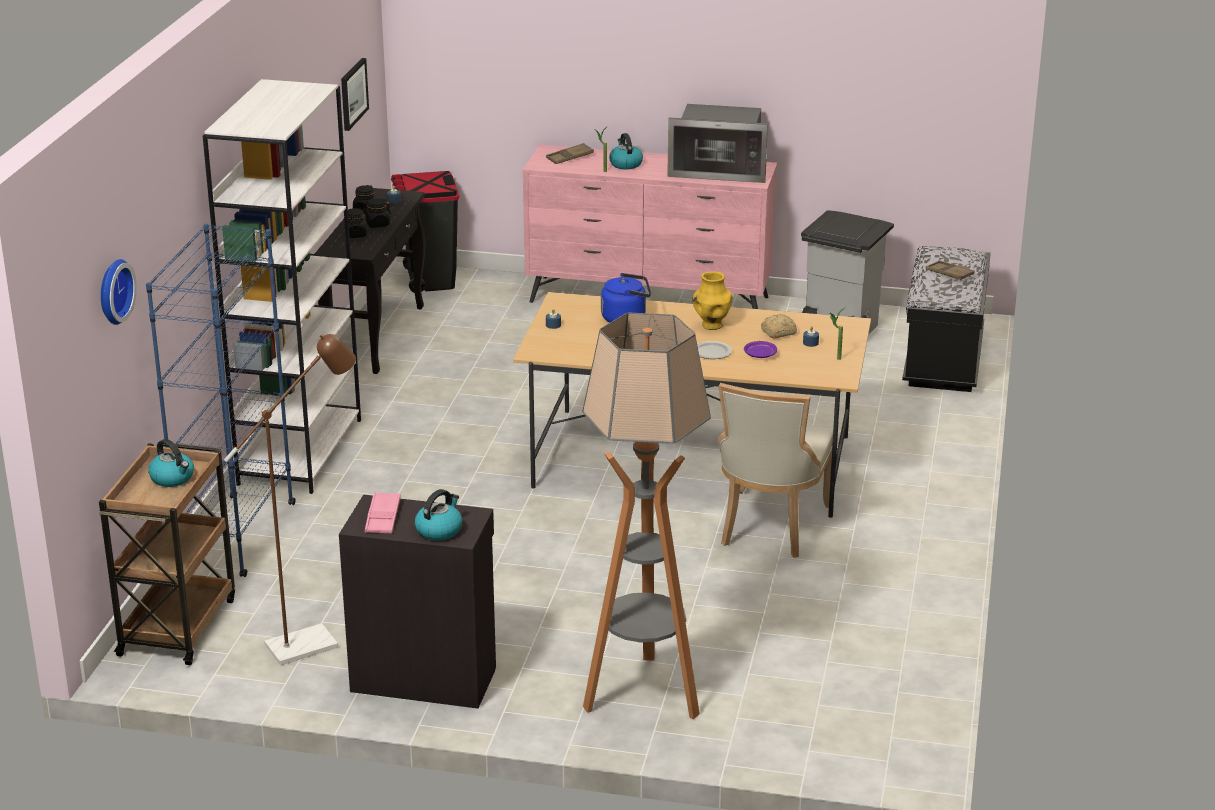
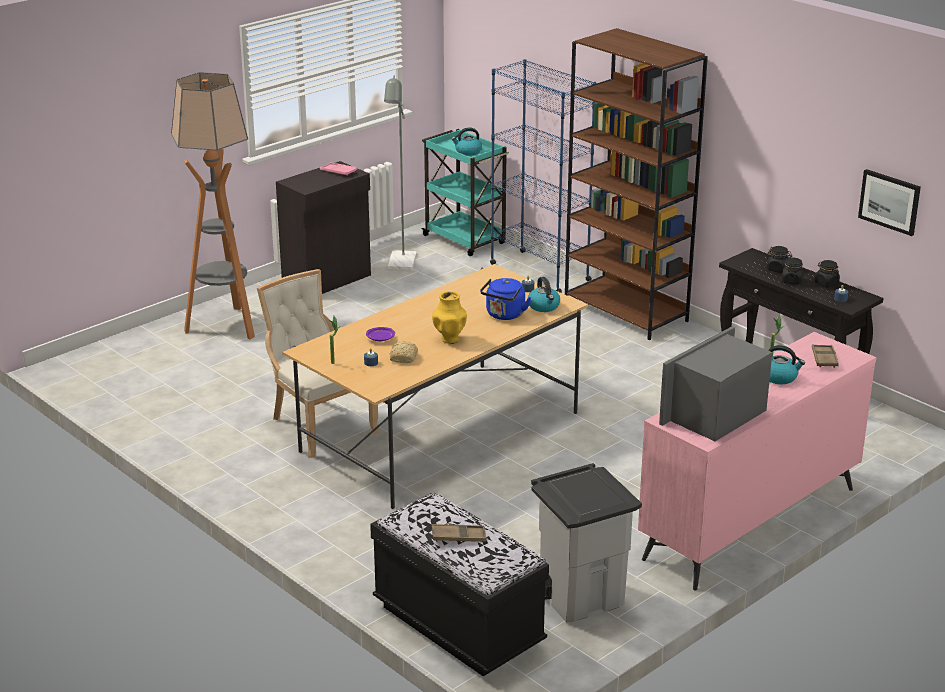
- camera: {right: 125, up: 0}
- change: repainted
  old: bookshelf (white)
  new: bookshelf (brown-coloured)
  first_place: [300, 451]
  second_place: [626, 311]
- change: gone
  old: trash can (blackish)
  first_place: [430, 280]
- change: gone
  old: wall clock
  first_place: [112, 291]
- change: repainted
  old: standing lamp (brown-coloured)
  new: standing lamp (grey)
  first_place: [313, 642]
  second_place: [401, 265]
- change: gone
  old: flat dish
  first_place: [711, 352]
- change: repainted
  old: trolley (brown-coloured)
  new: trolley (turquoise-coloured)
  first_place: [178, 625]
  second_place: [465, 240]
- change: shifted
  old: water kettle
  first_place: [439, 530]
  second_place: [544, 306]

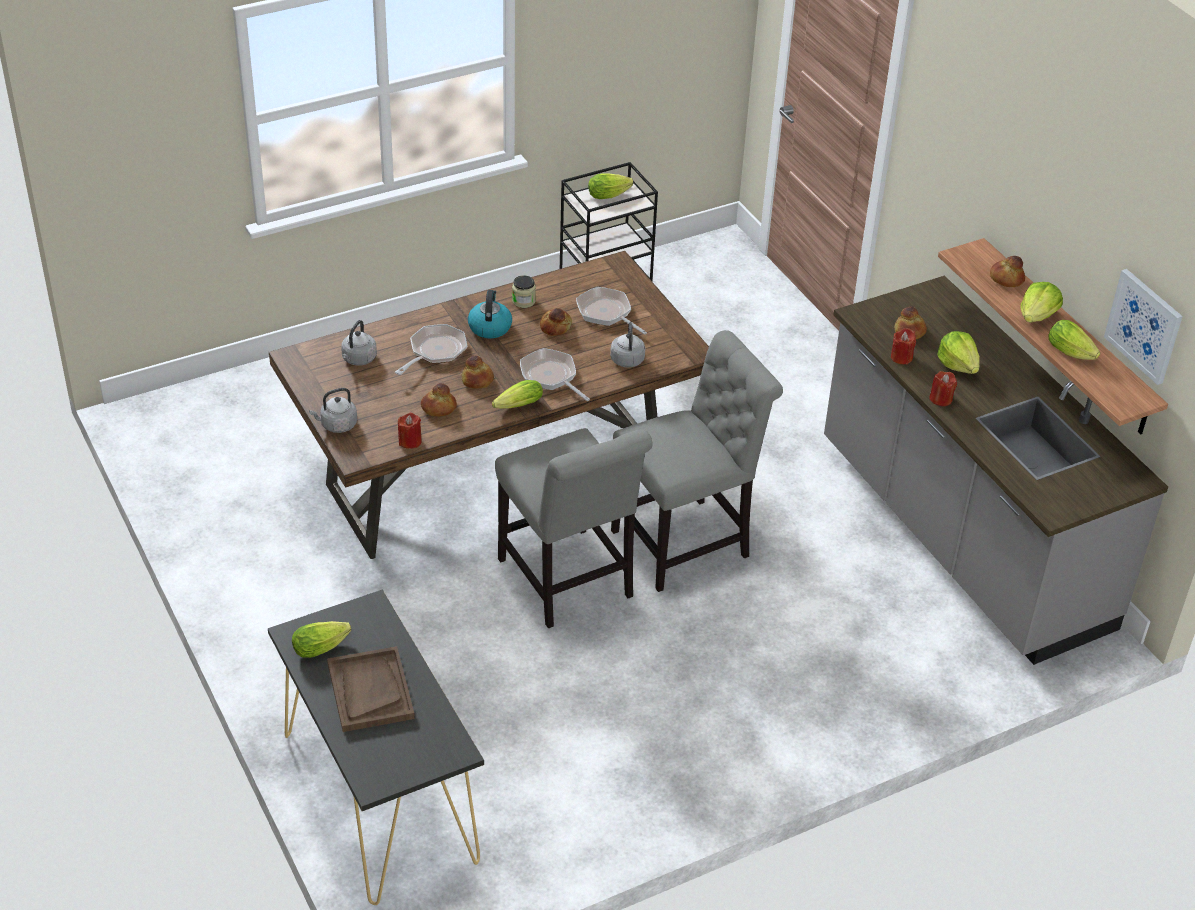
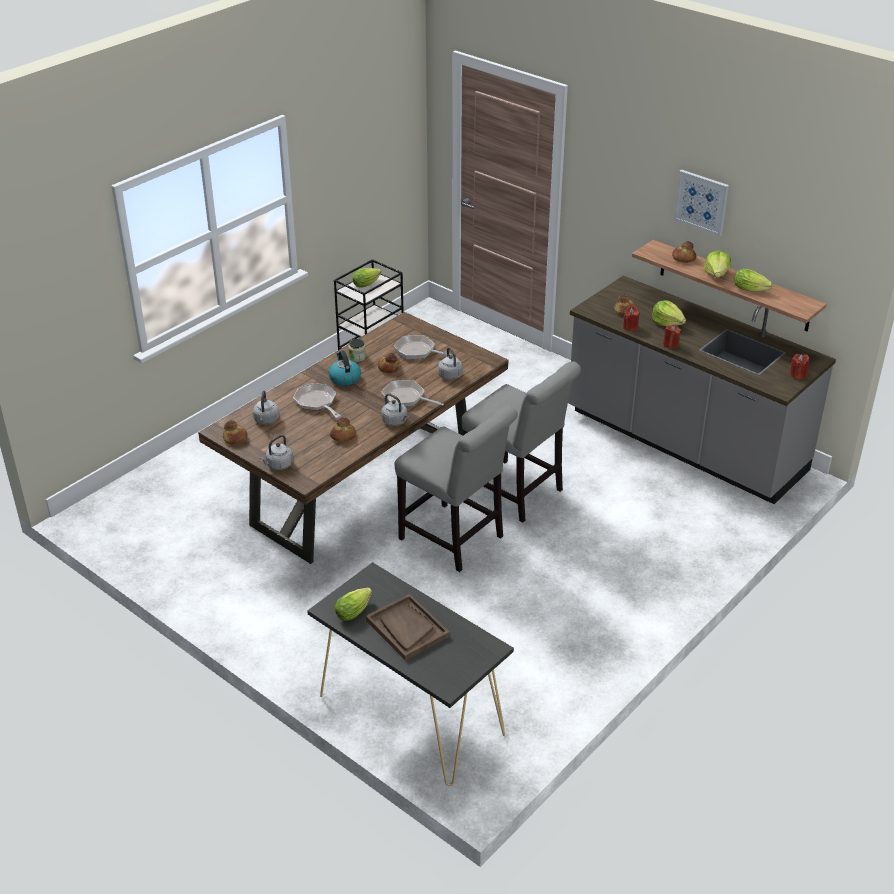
- camera: {right: -20, up: -5}
- change: shifted
  old: wall picture
  first_place: [1144, 326]
  second_place: [701, 202]
- change: rotated
  old: frying pan
  first_place: [435, 351]
  second_place: [317, 402]
  degrees: -45
- change: rotated
  old: upright chair (grey)
  first_place: [687, 542]
  second_place: [517, 493]
  degrees: 90
- change: shifted
  old: baked bread
  first_place: [477, 380]
  second_place: [235, 438]
- change: swapped
  old: lettuce head
  new: water kettle (grey)
  first_place: [516, 406]
  second_place: [395, 421]
- change: shifted
  old: wax light (red-coloured)
  first_place: [410, 441]
  second_place: [797, 374]

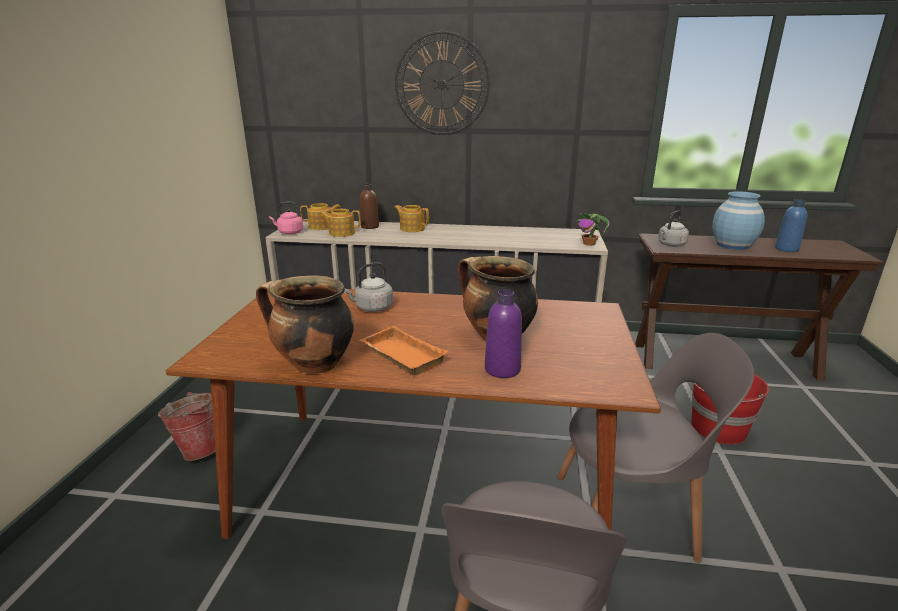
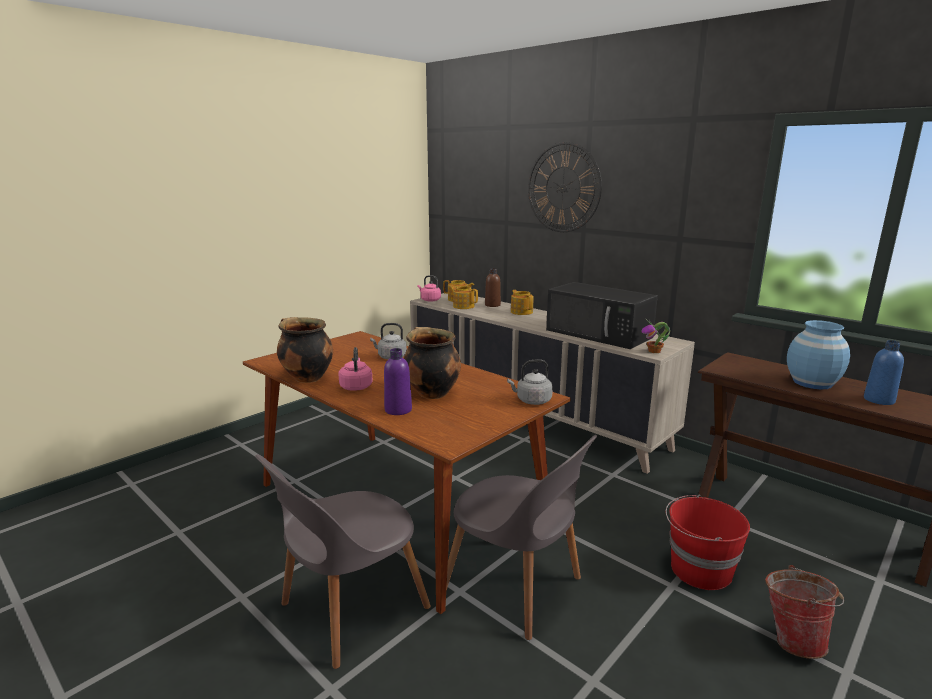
- camera: {right: 35, up: -5}
- change: shifted
  old: water kettle (grey)
  first_place: [670, 245]
  second_place: [532, 401]
- change: swapped
  old: tray (orange-coloured)
  new: water kettle (pink-coloured)
  first_place: [400, 356]
  second_place: [356, 386]
- change: shifted
  old: bucket
  first_place: [199, 449]
  second_place: [792, 639]
- change: new
  new: microwave (blackish)
  second_place: [600, 334]

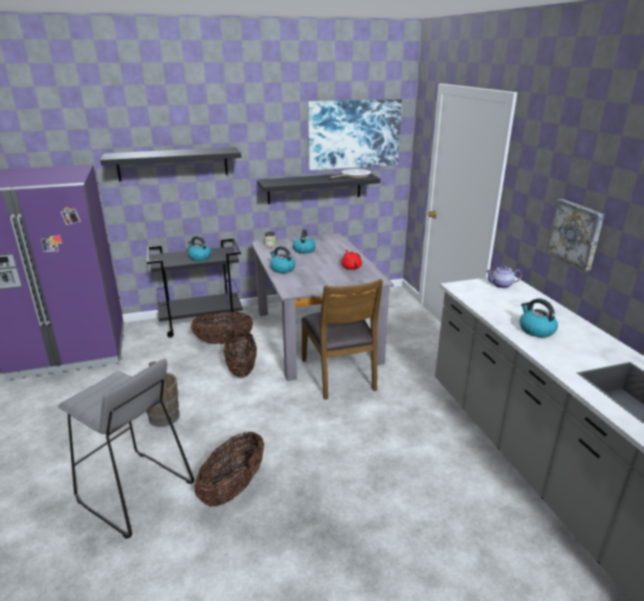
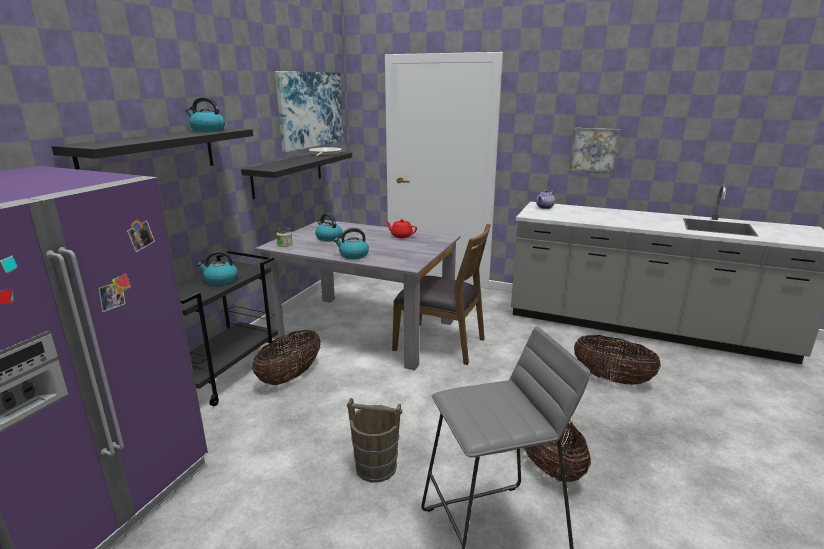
- camera: {right: -50, up: -5}
- change: shifted
  old: water kettle
  first_place: [536, 330]
  second_place: [207, 130]
- change: shifted
  old: storage basket
  first_place: [241, 369]
  second_place: [611, 379]

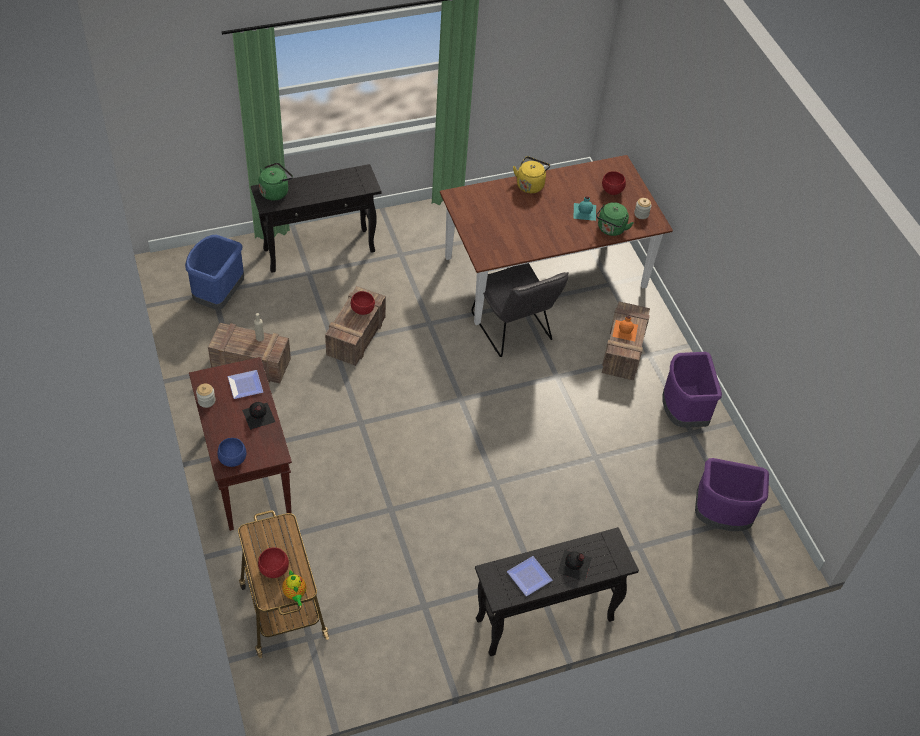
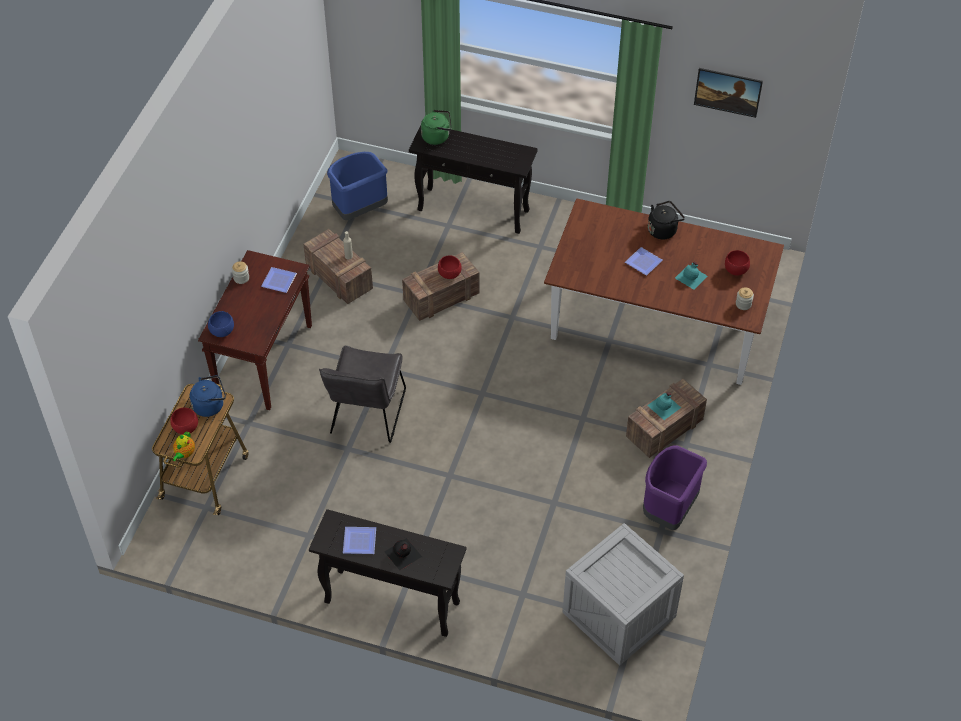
- camera: {right: 40, up: 0}
- change: repainted
  old: water kettle (yellowish)
  new: water kettle (blackish)
  first_place: [530, 184]
  second_place: [663, 230]
- change: gone
  old: water kettle (green)
  first_place: [611, 229]
- change: shifted
  old: upright chair (grey)
  first_place: [514, 330]
  second_place: [366, 416]
- change: repainted
  old: bottle (orange-coloured)
  new: bottle (turquoise-coloured)
  first_place: [625, 330]
  second_place: [664, 406]
- change: gone
  old: bottle (blackish)
  first_place: [258, 416]
- change: swapped
  old: trash can (purple-coloured)
  new: shipping crate
  first_place: [721, 518]
  second_place: [619, 614]
- change: new
  new: wall picture
  second_place: [726, 101]
- change: new
  new: flat dish
  second_place: [643, 263]
- change: new
  new: water kettle (blue)
  second_place: [210, 405]

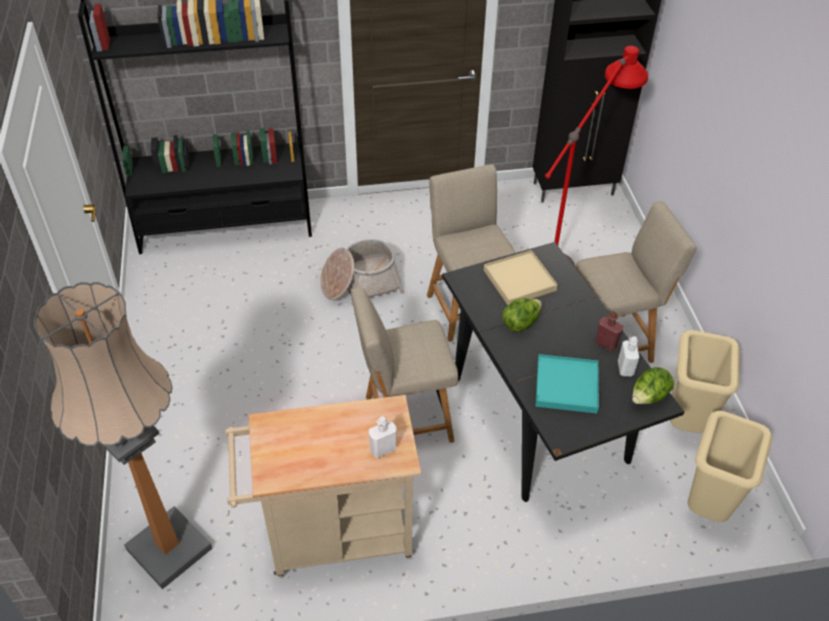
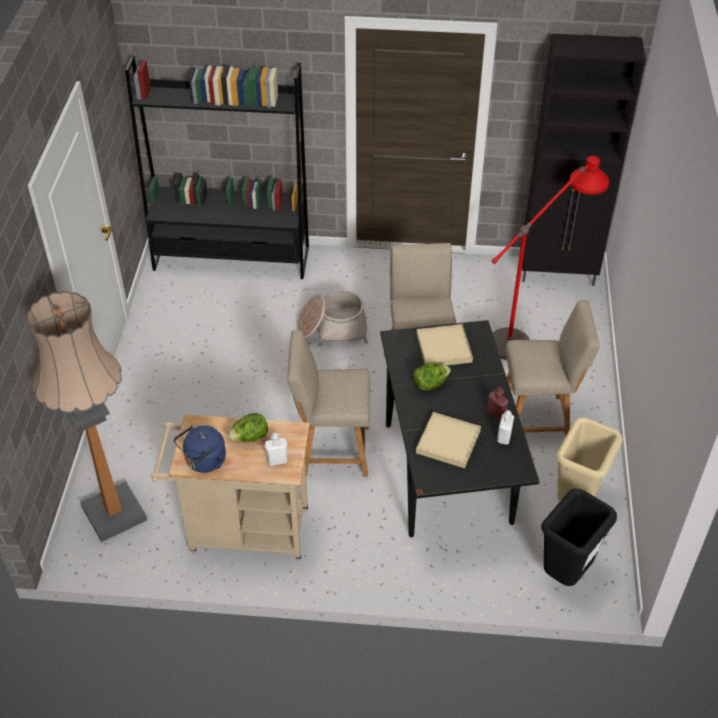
- camera: {right: 15, up: 0}
- change: repainted
  old: tray (turquoise-coloured)
  new: tray (beige-coloured)
  first_place: [566, 386]
  second_place: [448, 442]
- change: shifted
  old: lettuce head
  first_place: [648, 397]
  second_place: [249, 438]
- change: repainted
  old: trash can (beige-coloured)
  new: trash can (blackish)
  first_place: [706, 508]
  second_place: [565, 574]
- change: new
  new: water kettle (blue)
  second_place: [203, 462]

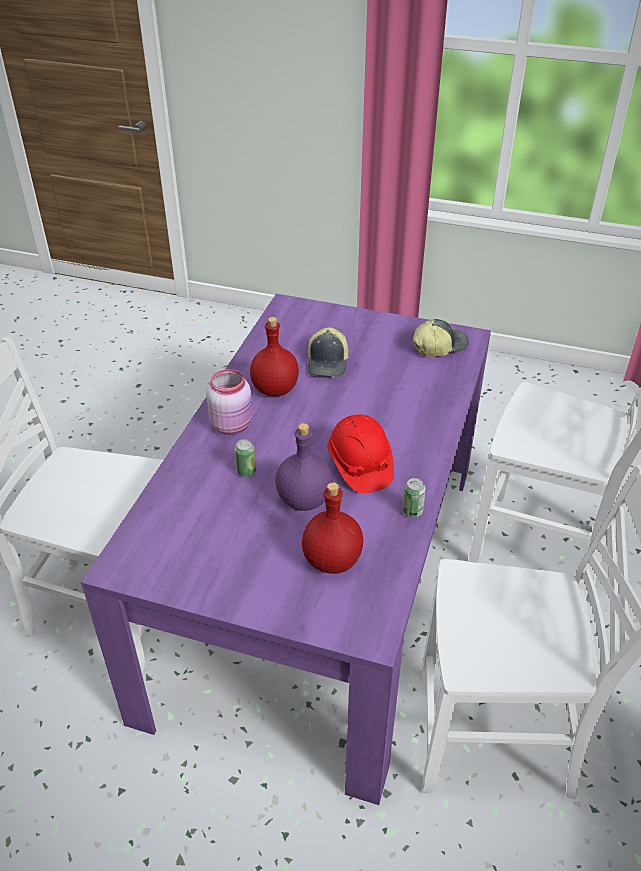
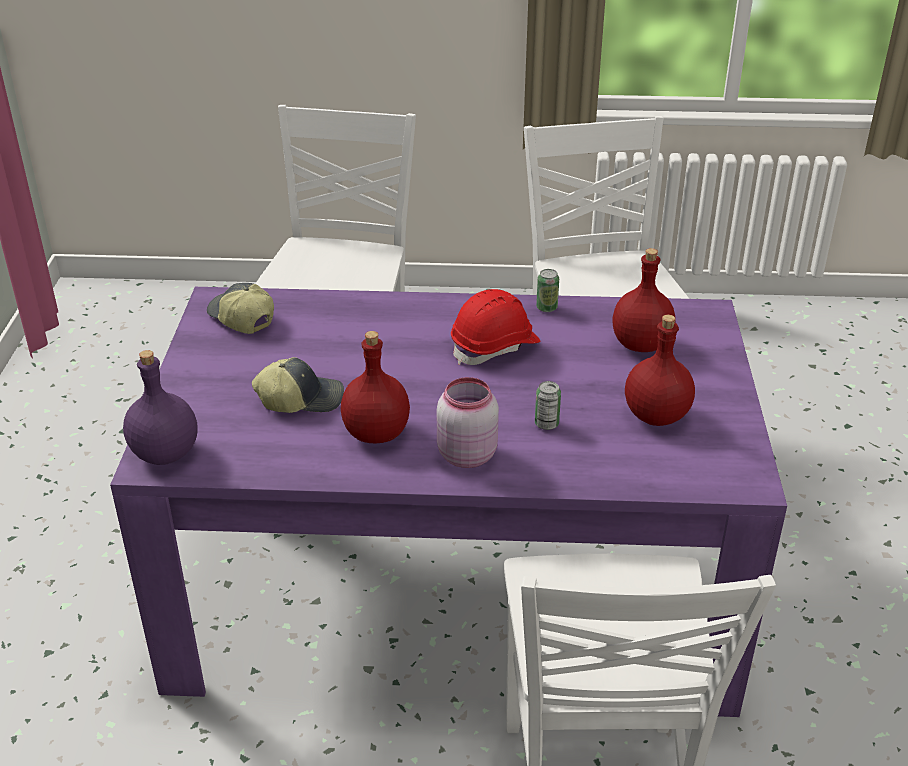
- camera: {right: -105, up: -5}
- change: shifted
  old: bottle (purple-coloured)
  first_place: [305, 500]
  second_place: [165, 453]
- change: new
  new: bottle (red-coloured)
  second_place: [656, 415]

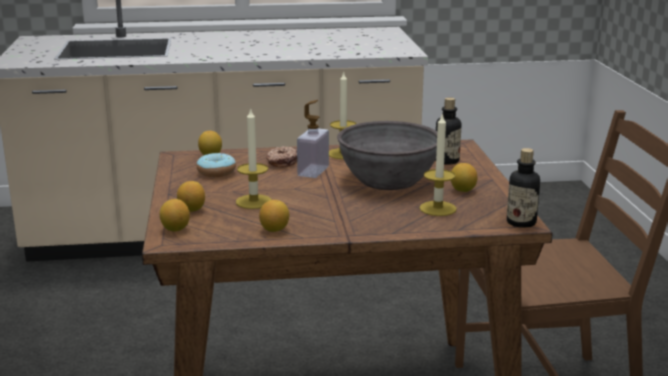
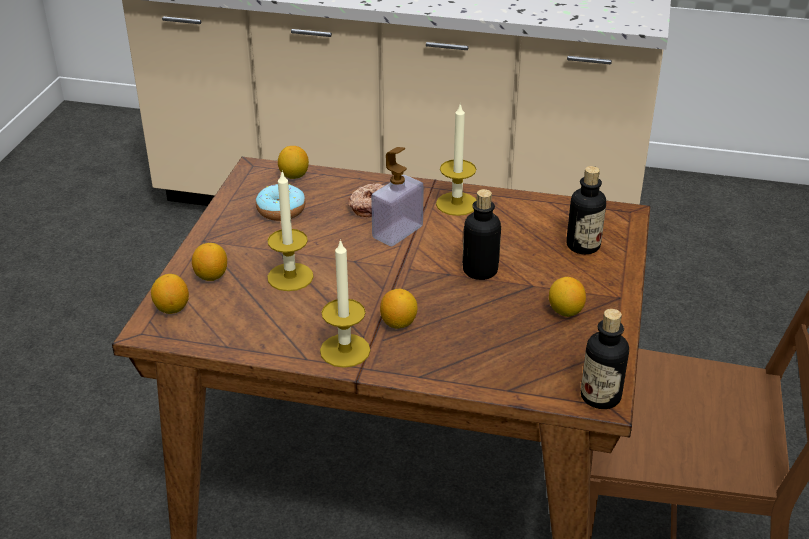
- camera: {right: 20, up: 15}
- change: shifted
  old: wax light
  first_place: [437, 208]
  second_place: [345, 350]
- change: swapped
  old: serving bowl (grey)
  new: bottle
  first_place: [388, 180]
  second_place: [480, 270]
- change: shifted
  old: lemon
  first_place: [274, 229]
  second_place: [398, 323]

